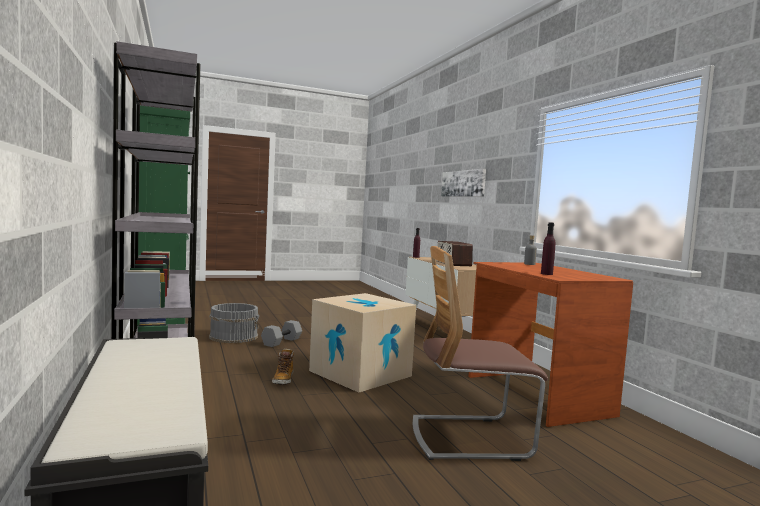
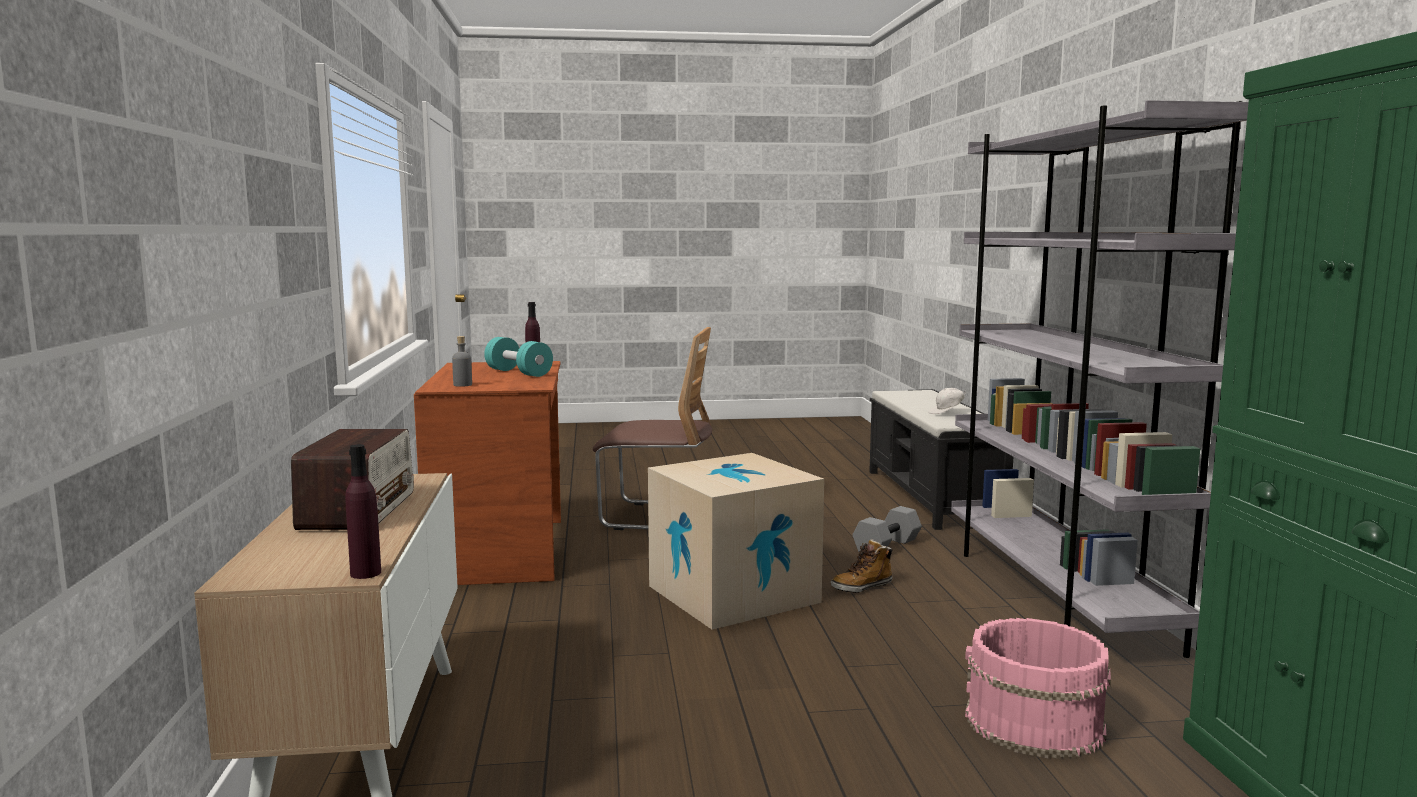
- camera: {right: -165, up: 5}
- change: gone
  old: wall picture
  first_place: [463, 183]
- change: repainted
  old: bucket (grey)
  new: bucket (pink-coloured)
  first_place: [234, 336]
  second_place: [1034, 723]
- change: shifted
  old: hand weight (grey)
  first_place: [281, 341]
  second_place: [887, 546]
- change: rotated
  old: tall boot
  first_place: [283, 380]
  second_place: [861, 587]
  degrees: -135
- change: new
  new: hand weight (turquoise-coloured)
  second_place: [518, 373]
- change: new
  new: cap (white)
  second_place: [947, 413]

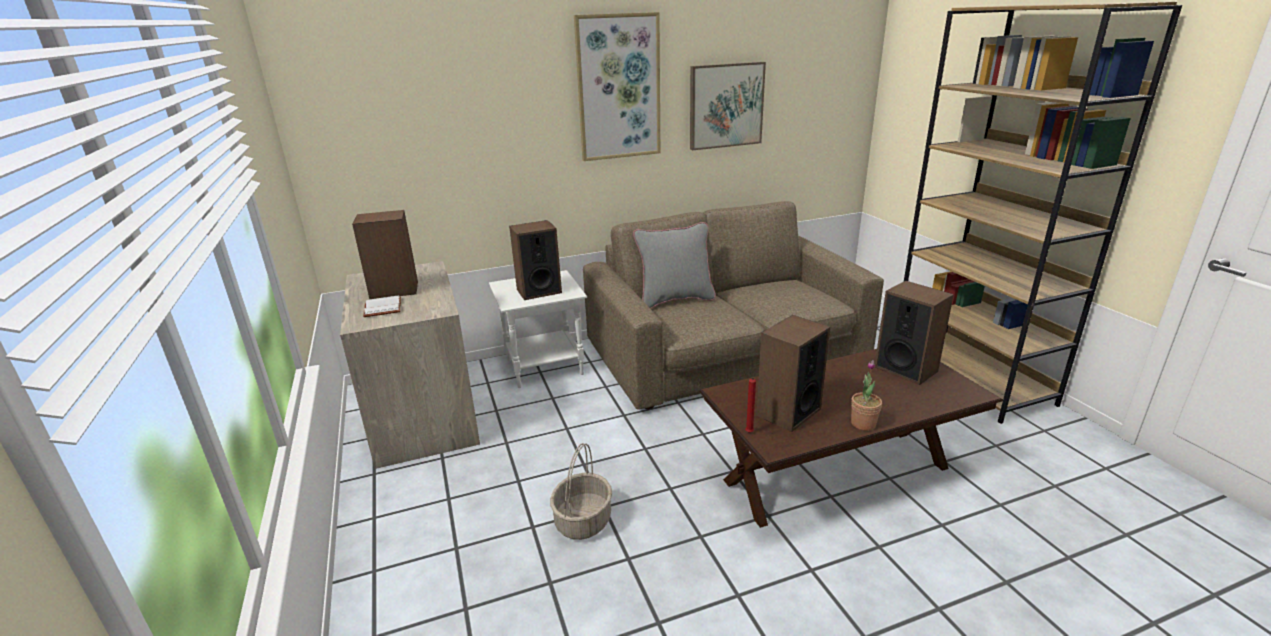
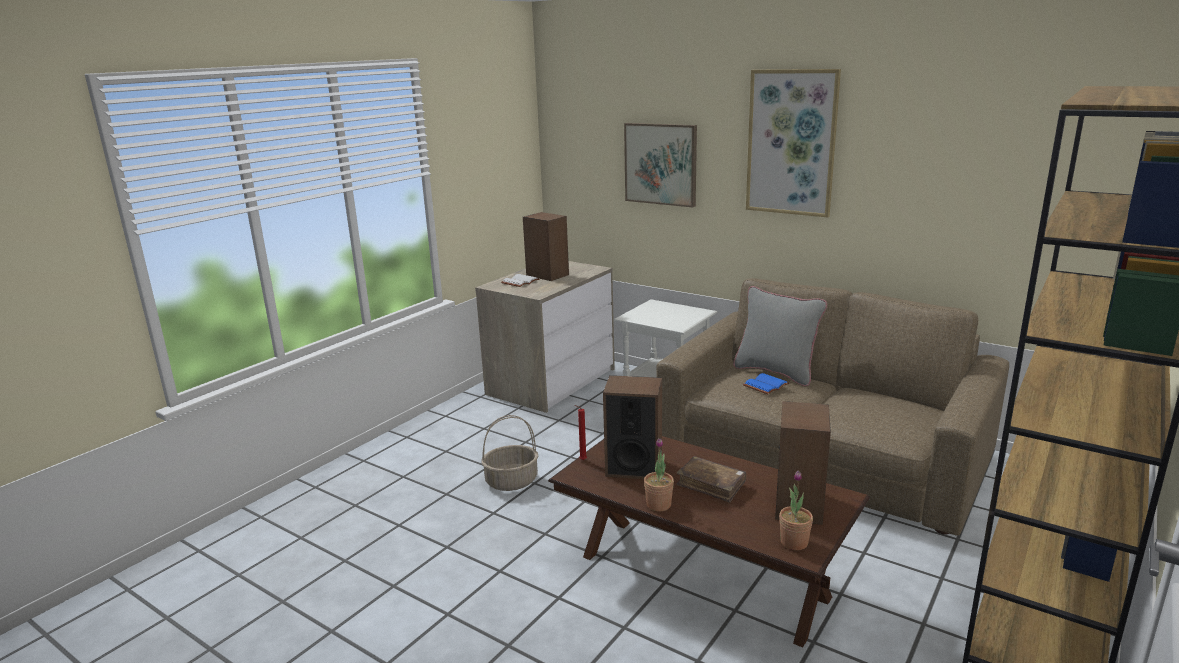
- camera: {right: 55, up: -5}
- change: shifted
  old: wall picture
  first_place: [725, 105]
  second_place: [661, 164]
- change: gone
  old: speaker
  first_place: [539, 291]
- change: new
  new: bound book (blue)
  second_place: [766, 386]
- change: new
  new: bound book (brown-coloured)
  second_place: [711, 485]
- change: new
  new: plant in a pot
  second_place: [794, 542]

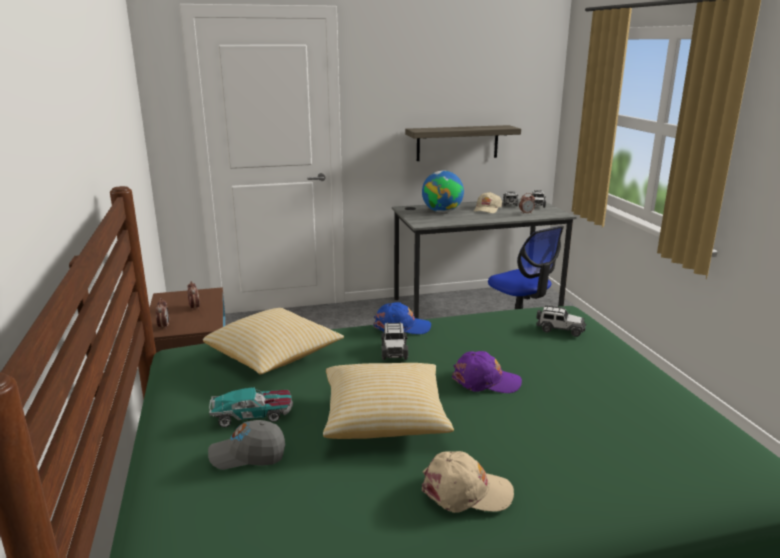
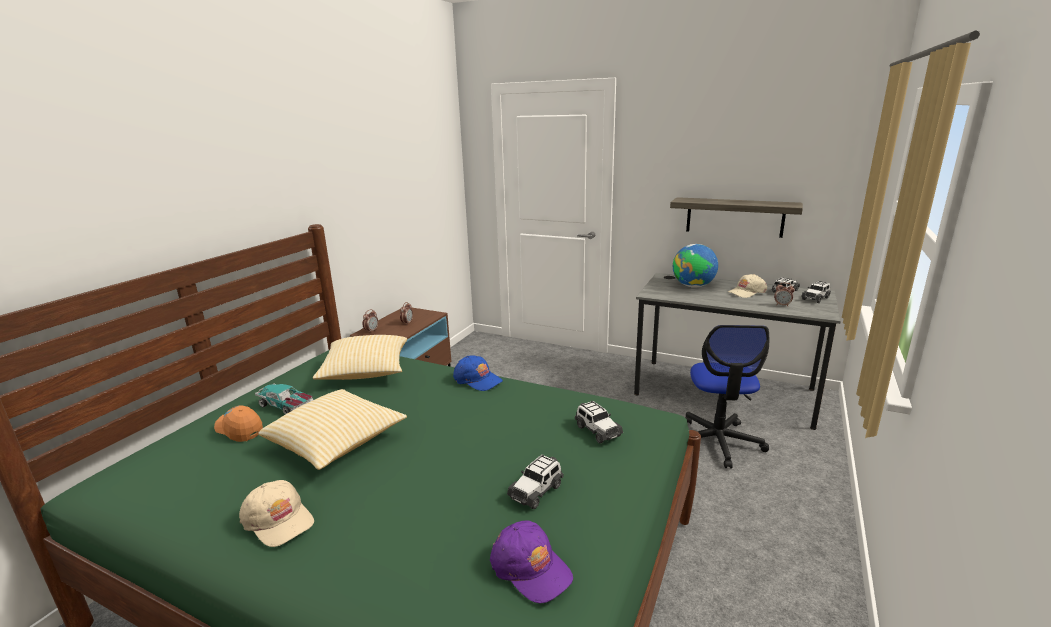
- camera: {right: 40, up: 0}
- change: shifted
  old: model car
  first_place: [394, 351]
  second_place: [536, 491]
- change: shifted
  old: cap (purple-coloured)
  first_place: [485, 381]
  second_place: [530, 568]
- change: repainted
  old: cap (grey)
  new: cap (orange-coloured)
  first_place: [248, 455]
  second_place: [239, 430]

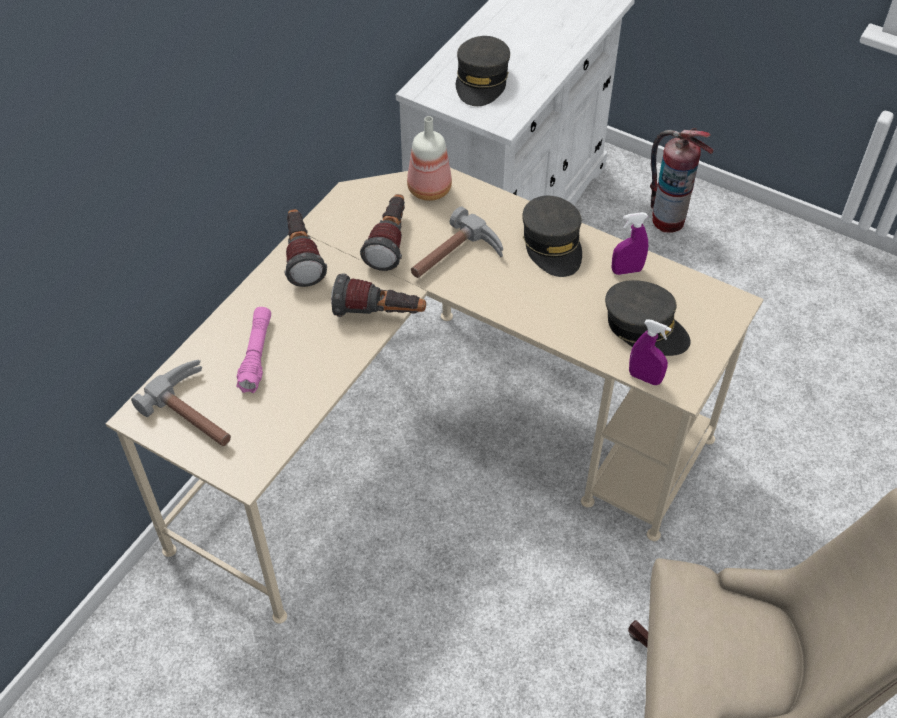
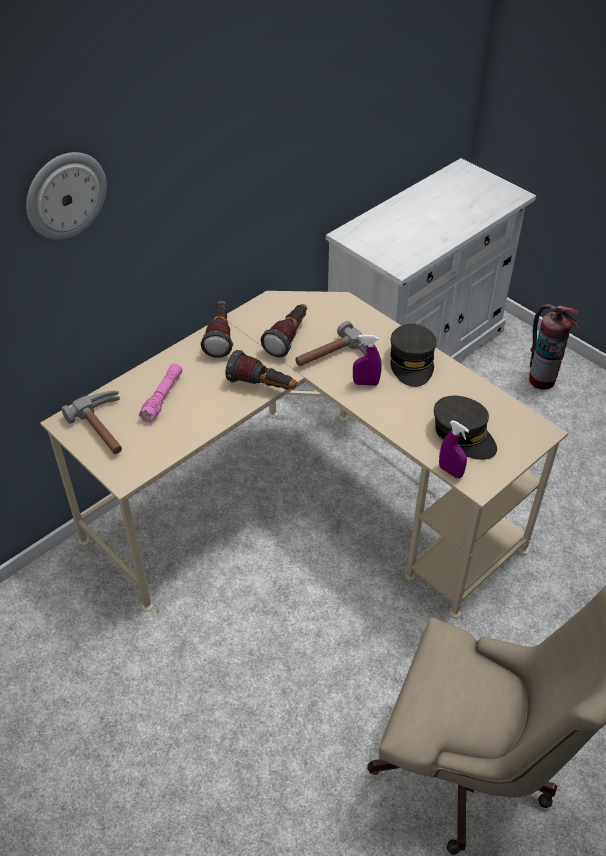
- camera: {right: 15, up: -5}
- change: gone
  old: cap (grey)
  first_place: [481, 80]
- change: gone
  old: bottle
  first_place: [428, 189]
- change: shifted
  old: hand sprayer (purple-coloured)
  first_place: [626, 270]
  second_place: [366, 383]
- change: new
  new: wall clock
  second_place: [65, 195]

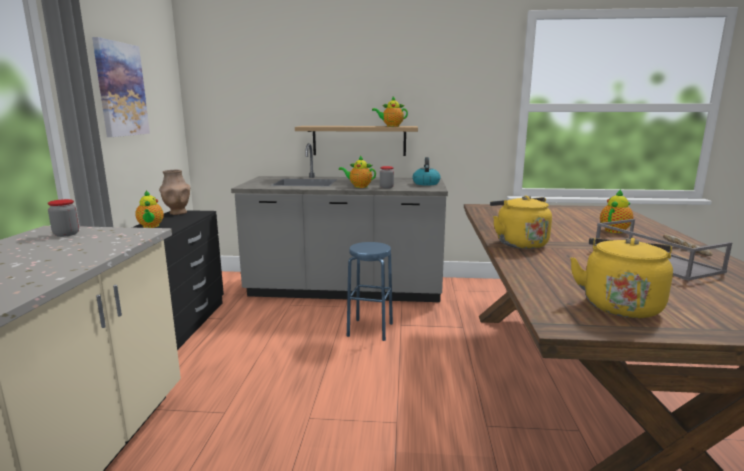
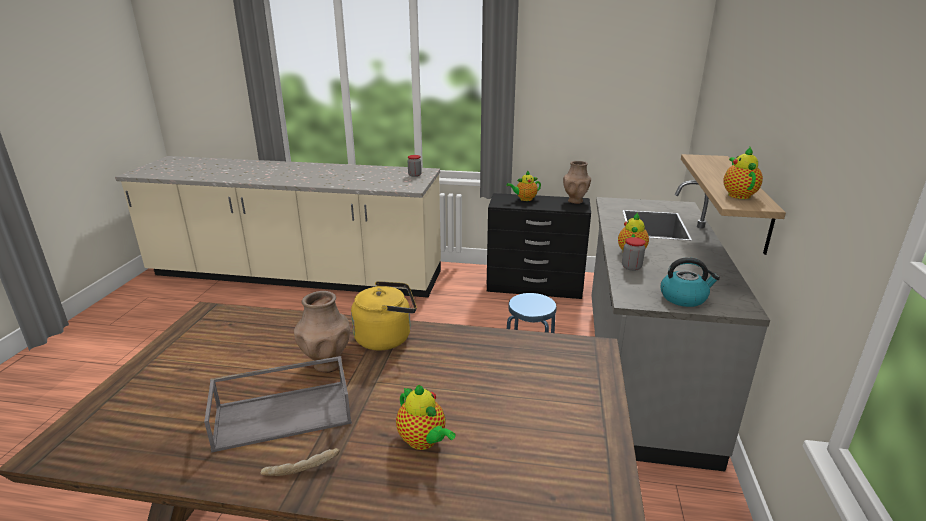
- camera: {right: 95, up: 10}
- change: gone
  old: wall picture
  first_place: [121, 89]
- change: gone
  old: water kettle (yellowish)
  first_place: [620, 305]
- change: new
  new: decorative vase (brown-coloured)
  second_place: [327, 364]

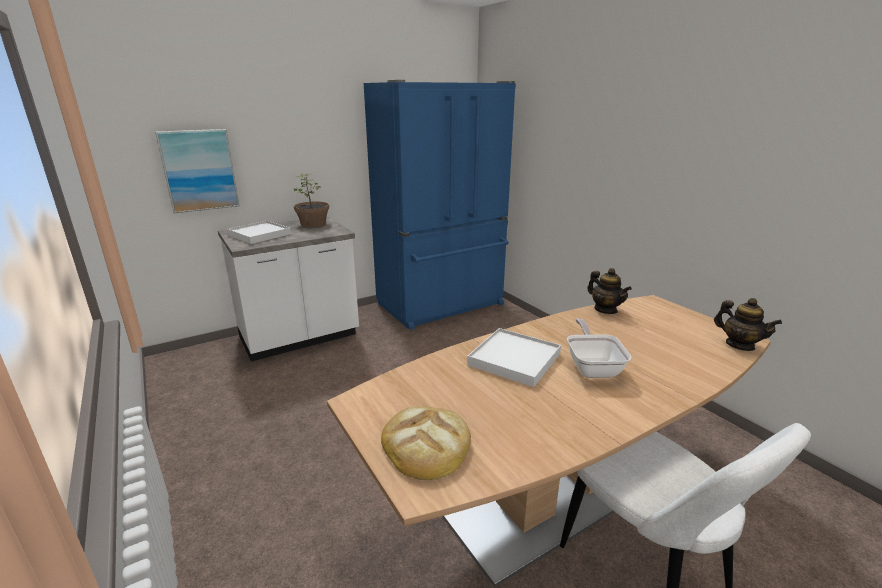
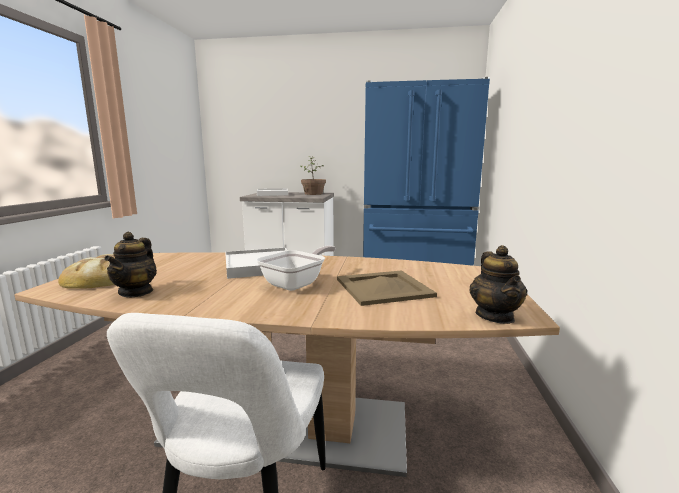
- camera: {right: 40, up: -10}
- change: gone
  old: wall picture
  first_place: [199, 170]
- change: shifted
  old: teapot
  first_place: [605, 310]
  second_place: [136, 292]
- change: new
  new: tray (beige-coloured)
  second_place: [384, 287]

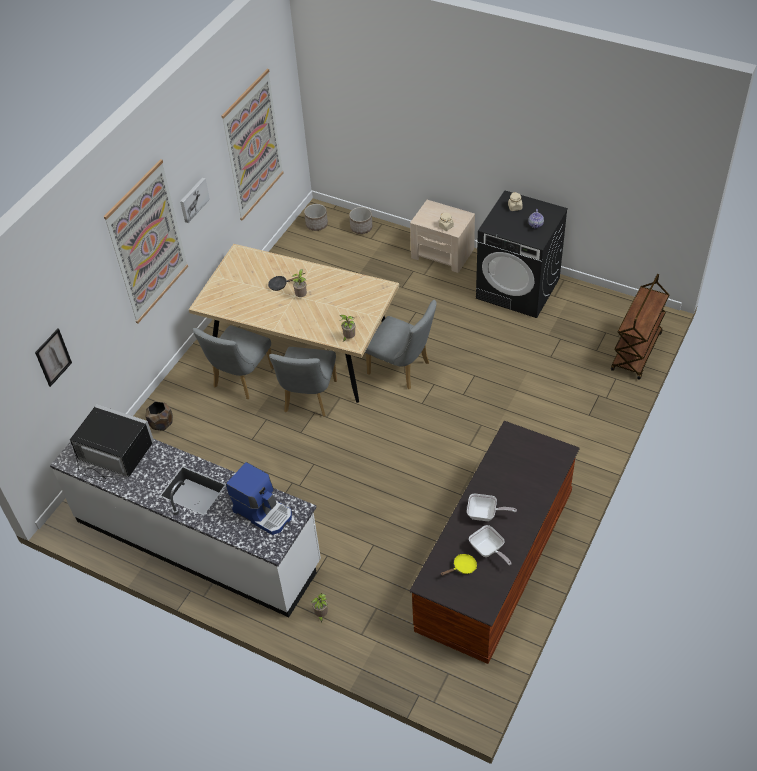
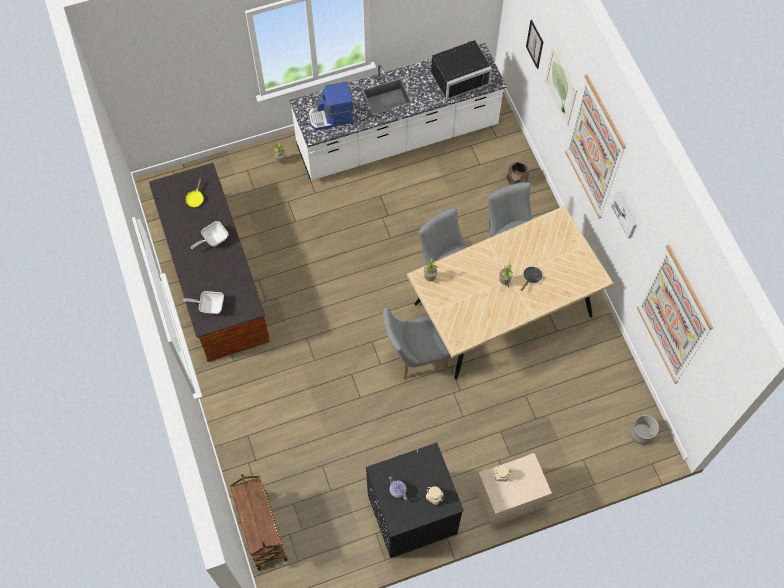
- camera: {right: 130, up: 15}
- change: gone
  old: plant pot
  first_place: [361, 228]
- change: shifted
  old: frying pan
  first_place: [488, 550]
  second_place: [209, 306]
- change: new
  new: wall picture
  second_place: [560, 86]

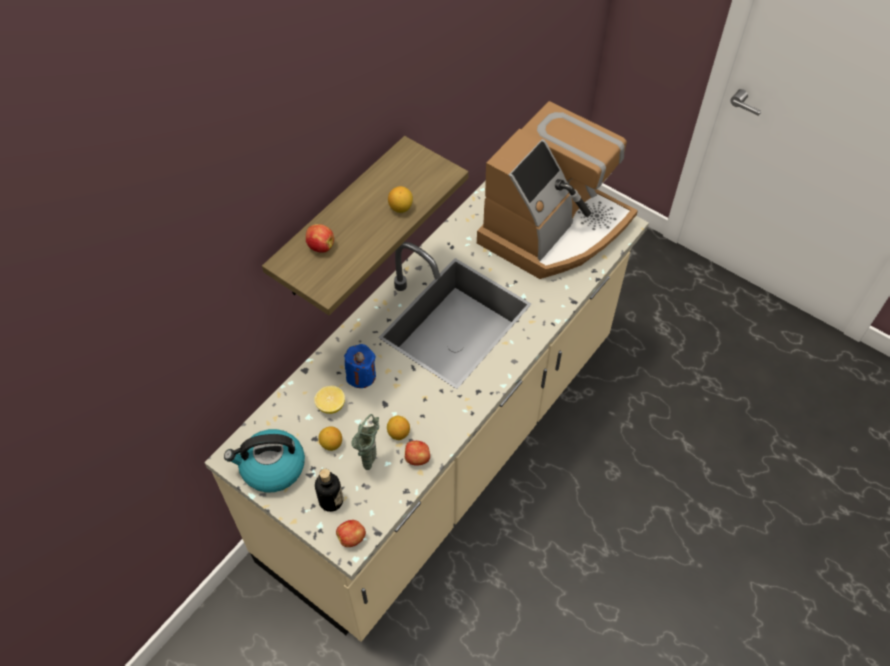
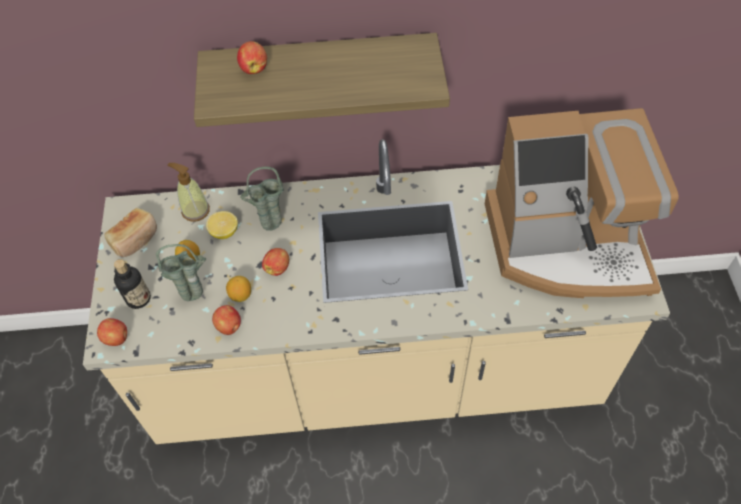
- camera: {right: 50, up: 0}
- change: gone
  old: lemon
  first_place: [401, 208]
- change: swapped
  old: wax light (blue)
  new: decorative vase (green)
  first_place: [361, 375]
  second_place: [270, 229]
- change: swapped
  old: water kettle
  new: baked bread
  first_place: [272, 467]
  second_place: [135, 239]
- change: new
  new: soap dispenser
  second_place: [195, 210]
- change: new
  new: apple fruit
  second_place: [277, 268]

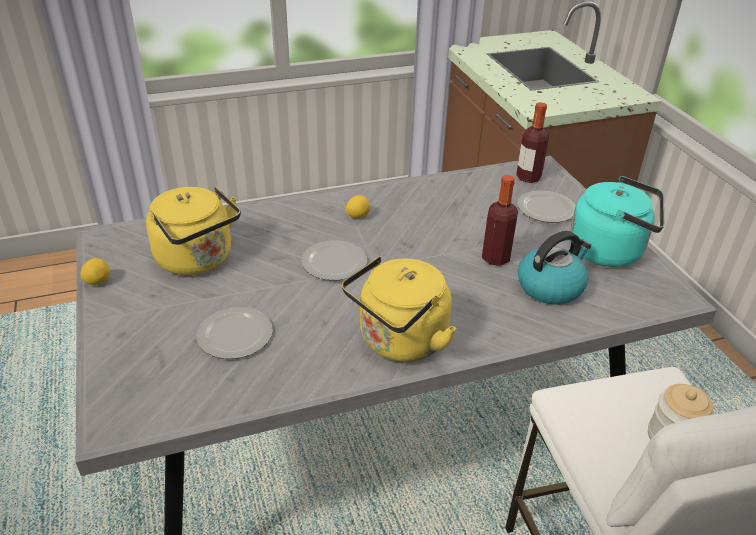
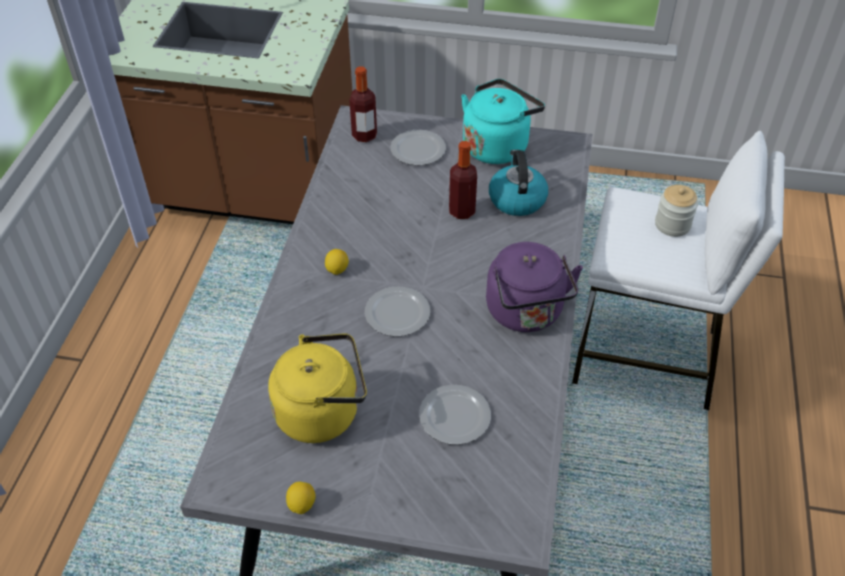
- camera: {right: -60, up: 10}
- change: repainted
  old: water kettle (yellowish)
  new: water kettle (purple-coloured)
  first_place: [399, 342]
  second_place: [526, 313]

